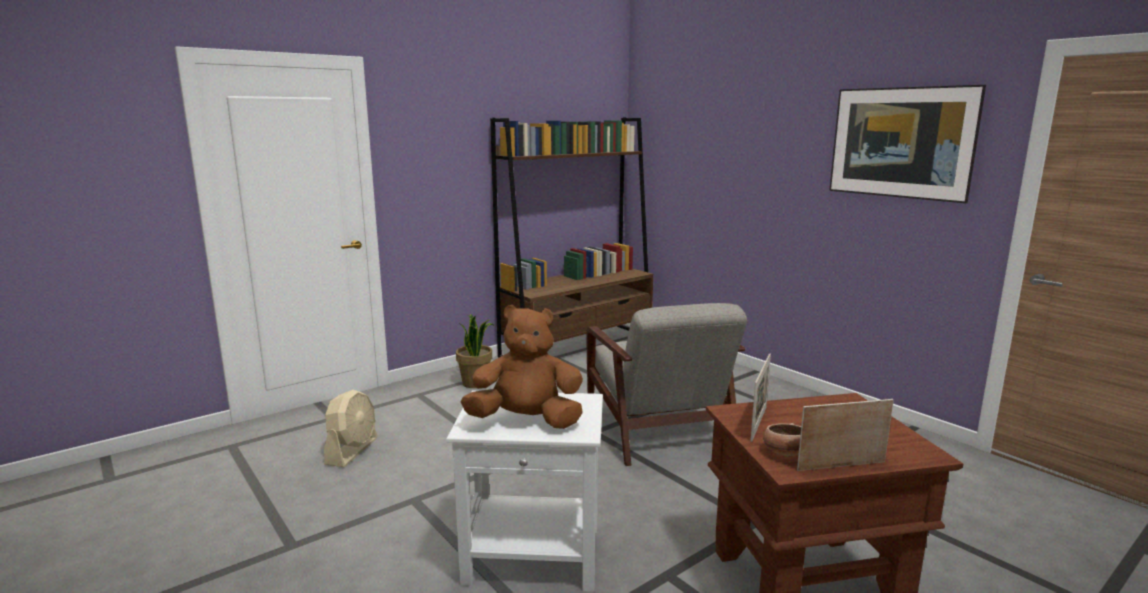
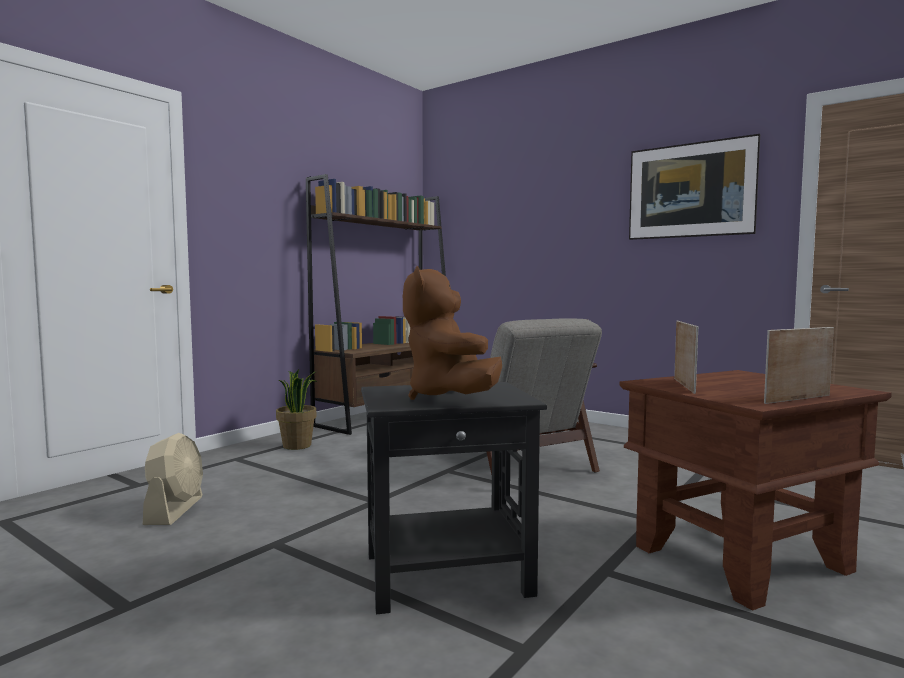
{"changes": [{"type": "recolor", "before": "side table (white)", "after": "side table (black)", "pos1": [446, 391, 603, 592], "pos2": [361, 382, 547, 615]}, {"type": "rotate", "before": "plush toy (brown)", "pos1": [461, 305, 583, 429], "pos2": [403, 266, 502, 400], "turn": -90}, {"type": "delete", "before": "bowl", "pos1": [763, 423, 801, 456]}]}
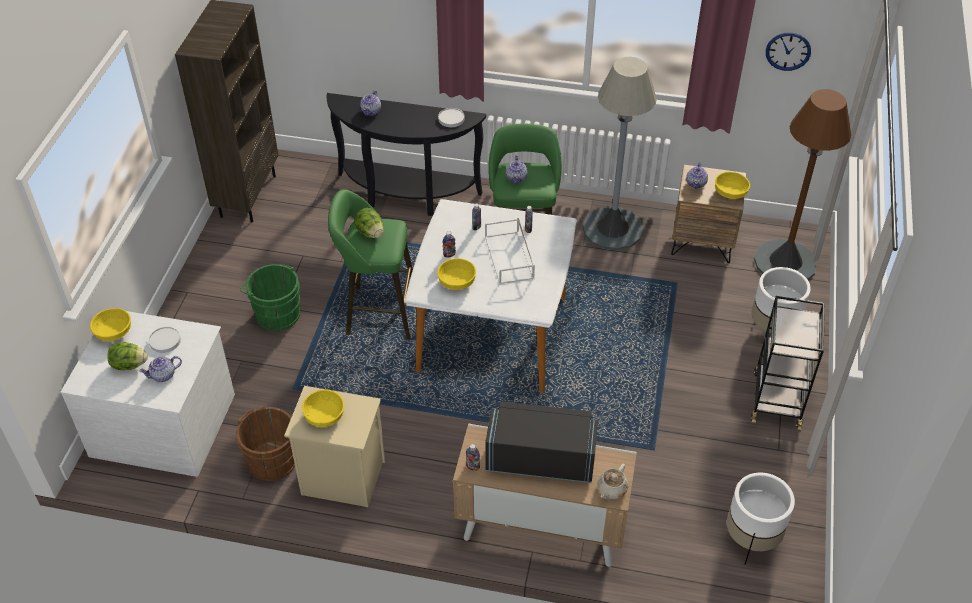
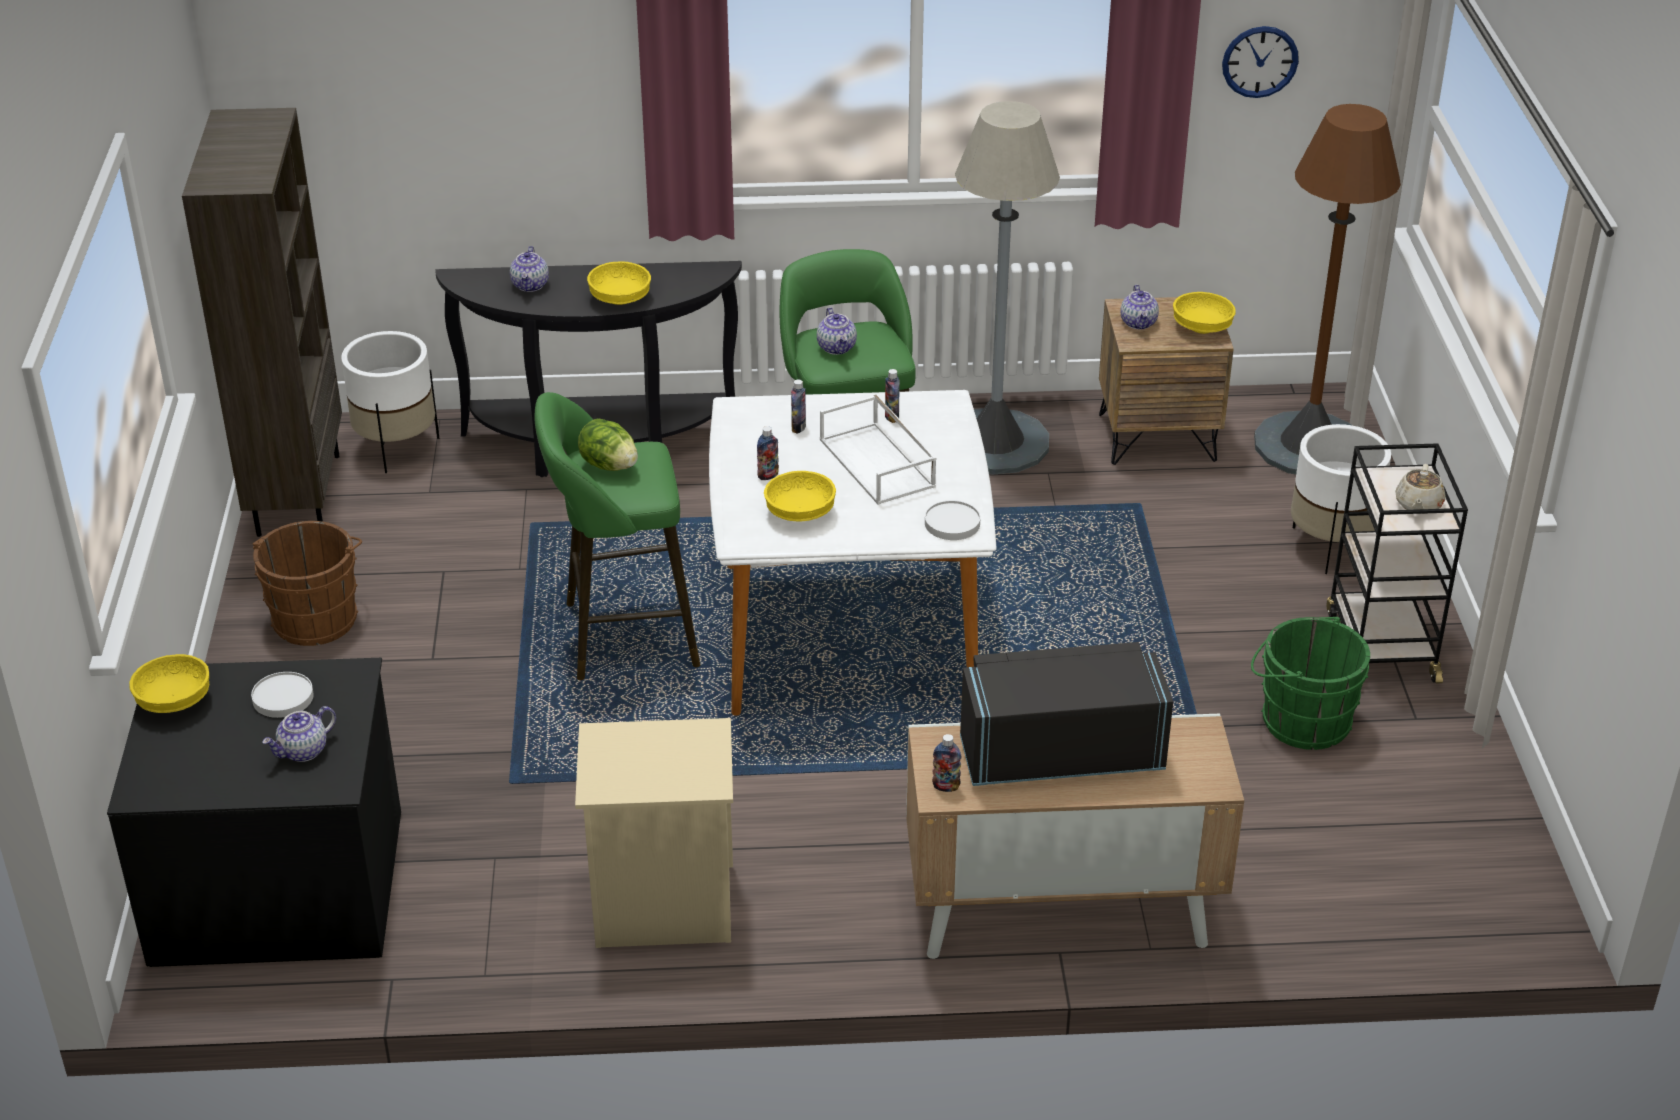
{"changes": [{"type": "recolor", "before": "dresser (white)", "after": "dresser (black)", "pos1": [61, 308, 235, 477], "pos2": [107, 658, 401, 967]}, {"type": "move", "before": "bucket (brown)", "pos1": [236, 407, 295, 481], "pos2": [252, 521, 362, 646]}, {"type": "move", "before": "planter (white)", "pos1": [727, 473, 795, 565], "pos2": [341, 331, 439, 473]}, {"type": "move", "before": "bowl (yellow)", "pos1": [302, 389, 344, 427], "pos2": [587, 261, 651, 305]}, {"type": "move", "before": "plate (white)", "pos1": [438, 108, 464, 127], "pos2": [925, 500, 980, 540]}, {"type": "move", "before": "bucket (green)", "pos1": [240, 264, 300, 331], "pos2": [1251, 617, 1370, 750]}, {"type": "move", "before": "teapot (beige)", "pos1": [597, 464, 629, 499], "pos2": [1395, 464, 1446, 514]}, {"type": "delete", "before": "lettuce", "pos1": [107, 342, 148, 370]}]}
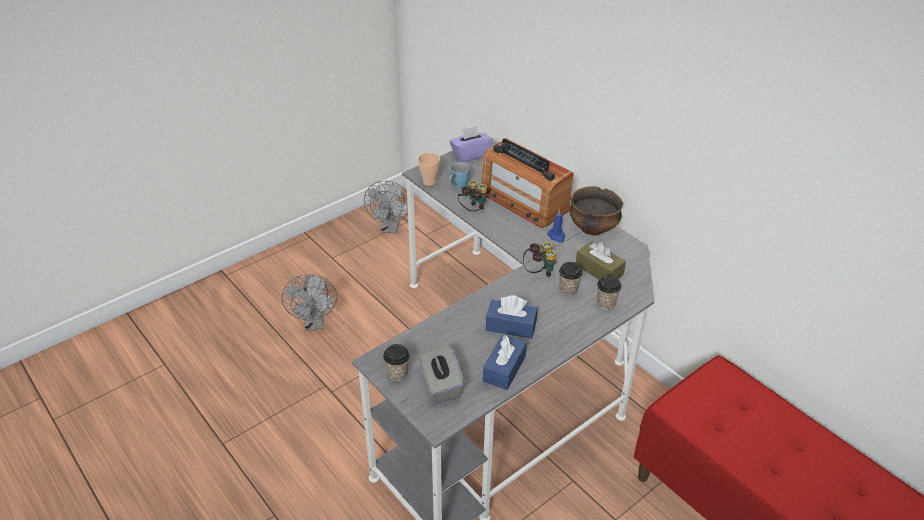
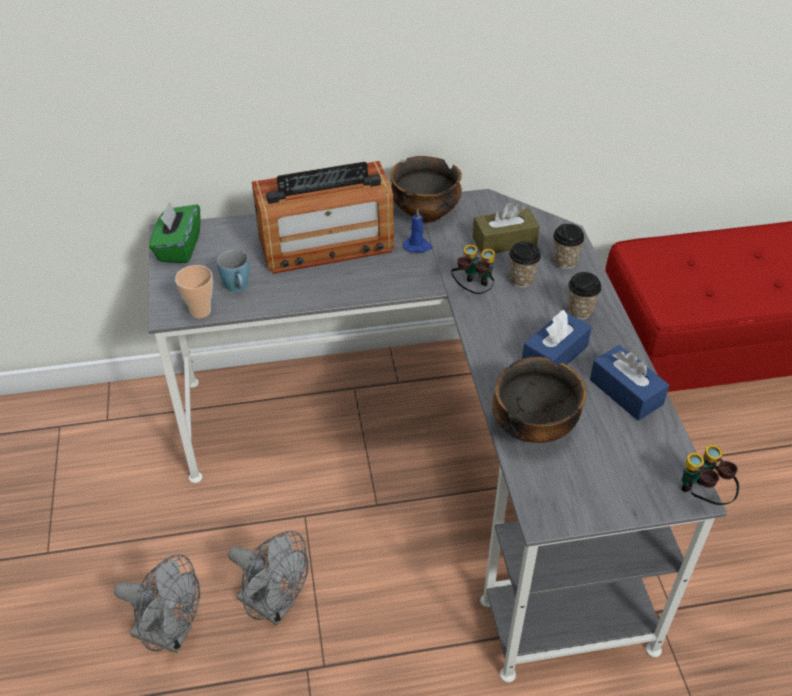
{"changes": [{"type": "recolor", "before": "tissue box (purple)", "after": "tissue box (green)", "pos1": [449, 126, 493, 162], "pos2": [149, 201, 201, 263]}, {"type": "move", "before": "fan (grey)", "pos1": [364, 181, 408, 233], "pos2": [228, 531, 309, 625]}, {"type": "insert", "after": "bowl", "pos2": [492, 357, 586, 443]}, {"type": "move", "before": "cup", "pos1": [383, 344, 410, 382], "pos2": [568, 272, 602, 320]}, {"type": "move", "before": "binoculars", "pos1": [458, 180, 487, 212], "pos2": [681, 445, 739, 505]}, {"type": "delete", "before": "tissue box (grey)", "pos1": [420, 345, 464, 403]}]}
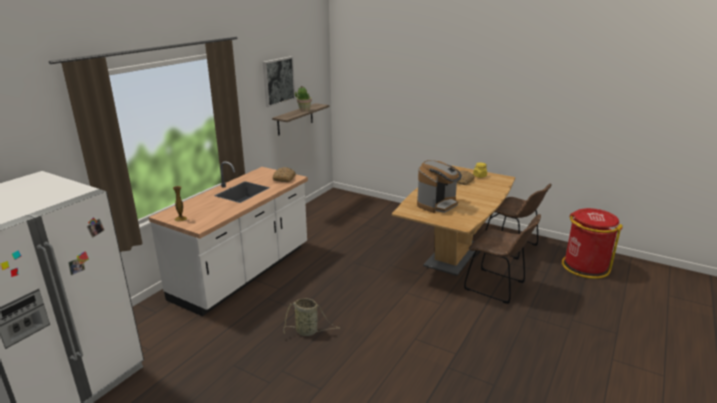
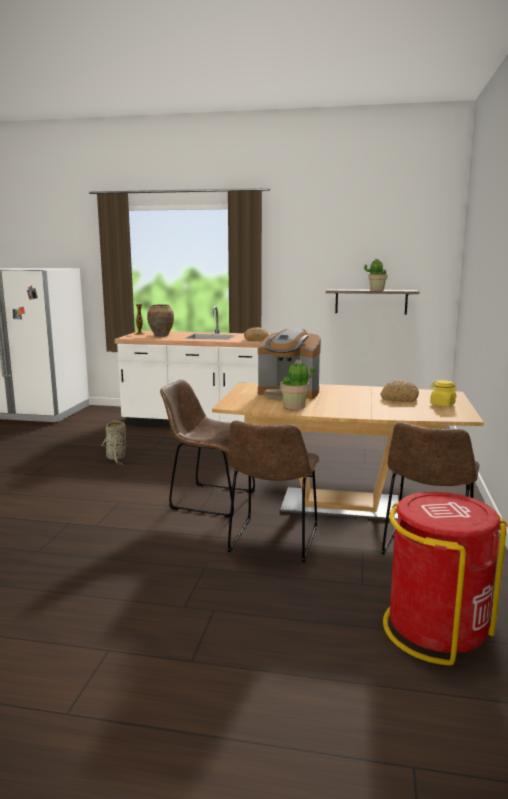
{"changes": [{"type": "insert", "after": "vase (brown)", "pos2": [147, 304, 174, 336]}, {"type": "insert", "after": "chair (brown)", "pos2": [160, 379, 255, 517]}, {"type": "insert", "after": "potted plant", "pos2": [280, 359, 315, 409]}, {"type": "delete", "before": "picture", "pos1": [263, 56, 295, 107]}]}
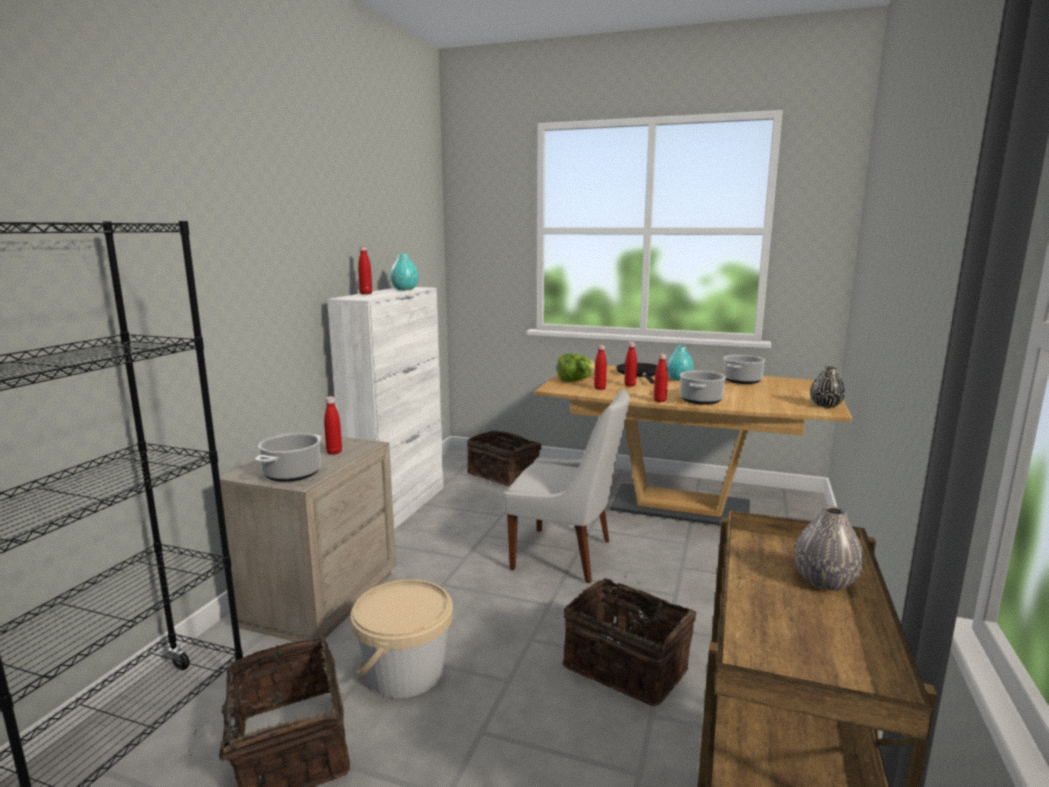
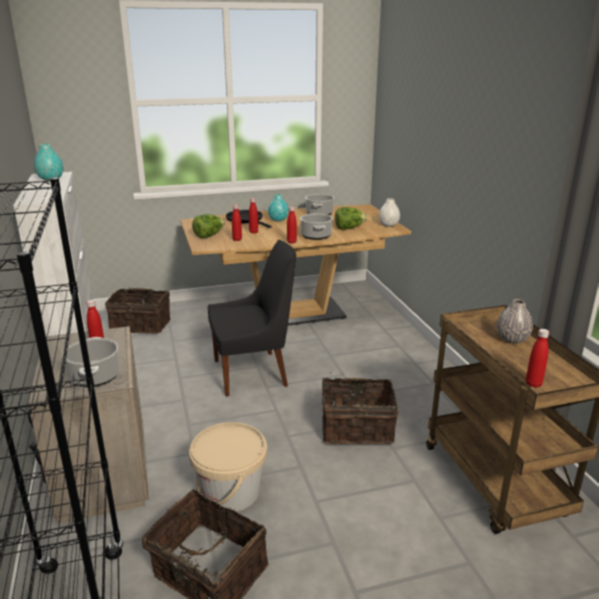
{"changes": [{"type": "recolor", "before": "chair (white)", "after": "chair (black)", "pos1": [504, 389, 630, 584], "pos2": [208, 240, 296, 396]}, {"type": "insert", "after": "lettuce", "pos2": [335, 207, 367, 230]}, {"type": "recolor", "before": "vase (black)", "after": "vase (white)", "pos1": [810, 366, 845, 408], "pos2": [379, 198, 400, 227]}, {"type": "move", "before": "bottle (red)", "pos1": [358, 246, 372, 294], "pos2": [526, 329, 549, 388]}]}
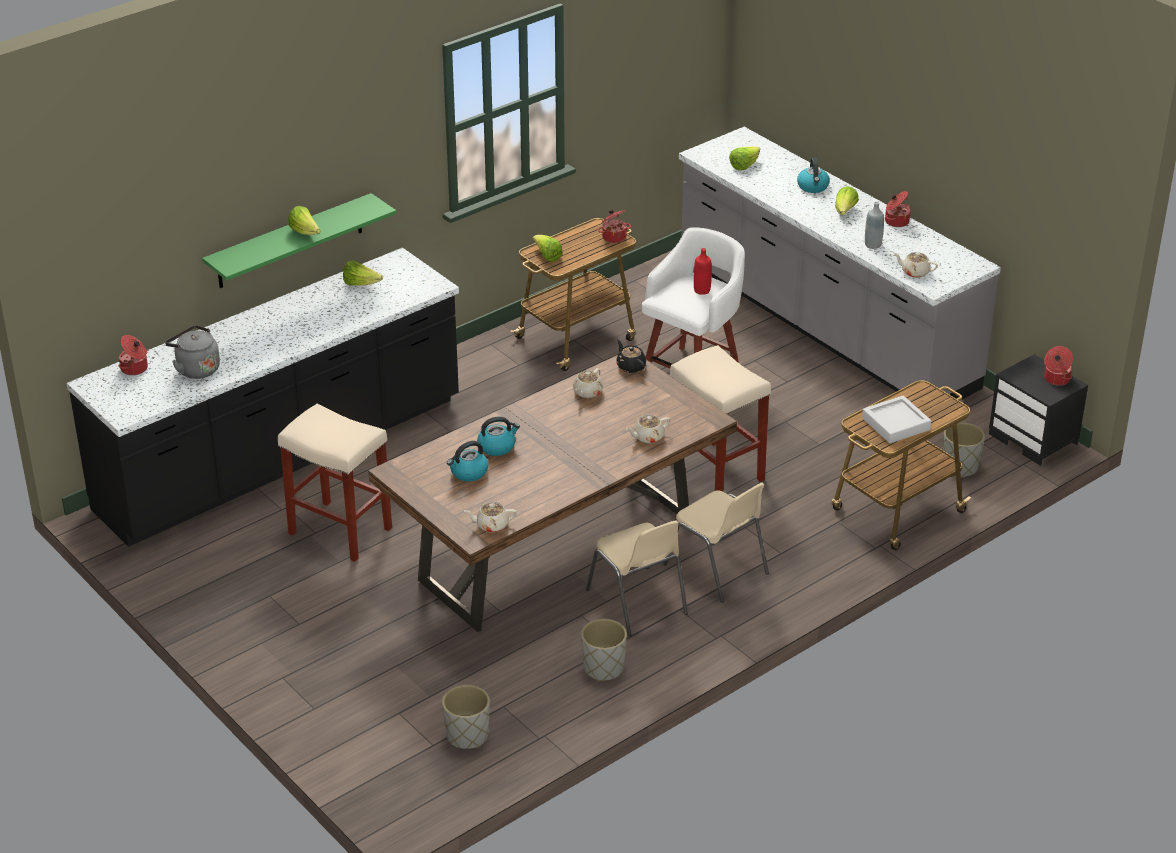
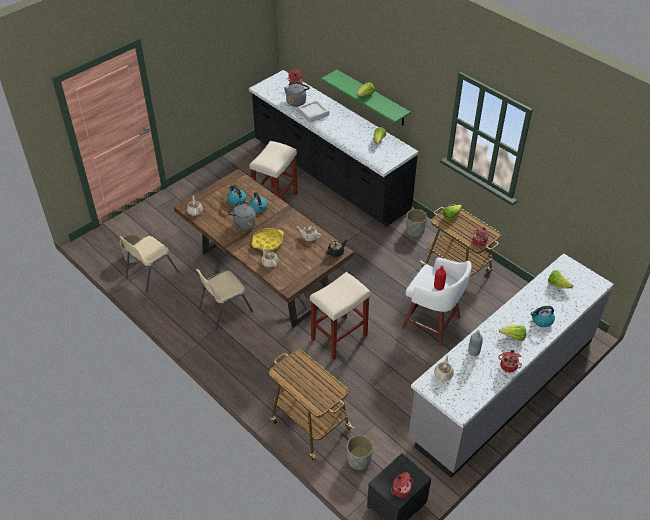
{"changes": [{"type": "move", "before": "chair (beige)", "pos1": [663, 482, 769, 603], "pos2": [120, 236, 179, 293]}, {"type": "insert", "after": "kettle (grey)", "pos2": [228, 201, 256, 230]}, {"type": "insert", "after": "tray (yellow)", "pos2": [251, 228, 284, 251]}, {"type": "move", "before": "tray (grey)", "pos1": [862, 396, 931, 444], "pos2": [298, 100, 329, 123]}, {"type": "move", "before": "planter (grey)", "pos1": [581, 619, 627, 681], "pos2": [406, 209, 427, 237]}]}
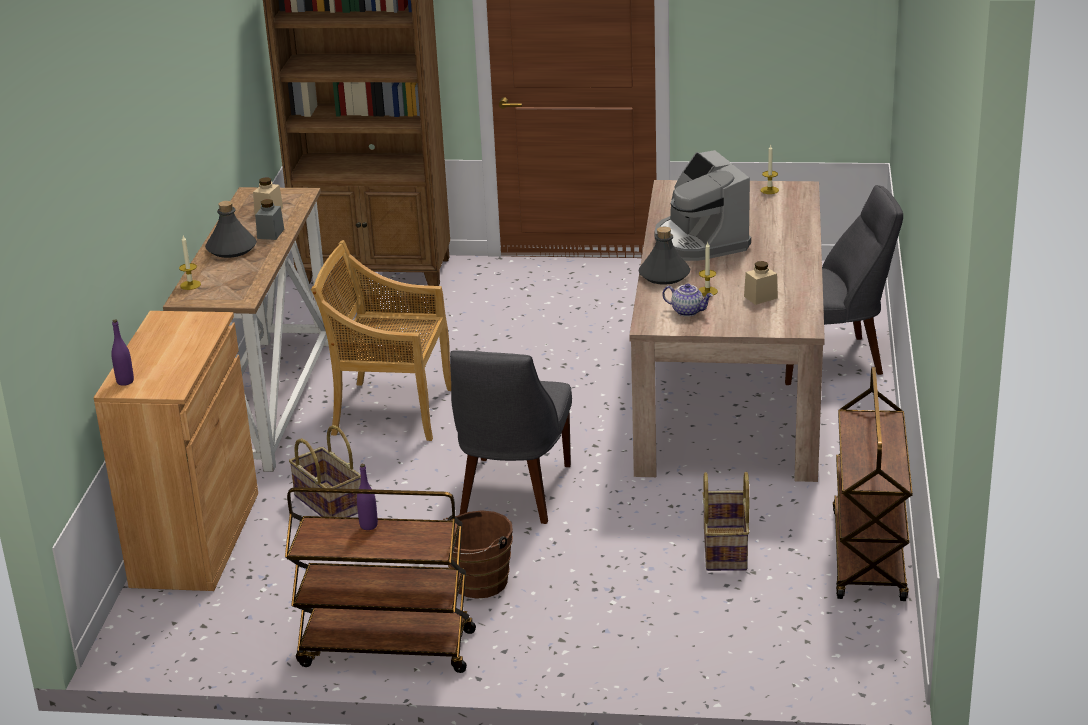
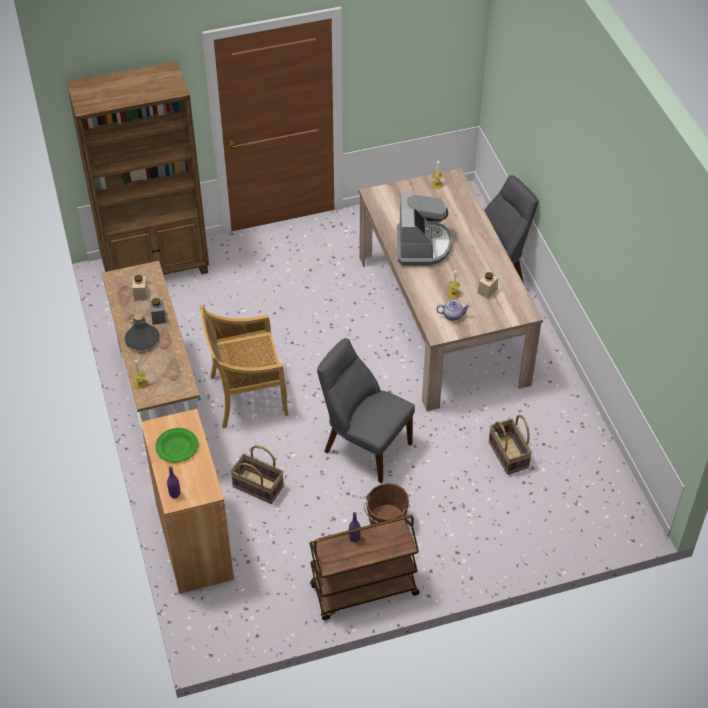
{"changes": [{"type": "insert", "after": "plate (green)", "pos2": [155, 428, 198, 462]}, {"type": "rotate", "before": "chair (grey)", "pos1": [450, 350, 572, 524], "pos2": [317, 338, 415, 484], "turn": 135}, {"type": "rotate", "before": "coffee machine", "pos1": [655, 150, 751, 261], "pos2": [397, 192, 452, 266], "turn": -135}, {"type": "delete", "before": "bottle (grey)", "pos1": [638, 227, 690, 285]}, {"type": "delete", "before": "cart (brown)", "pos1": [833, 367, 913, 601]}]}
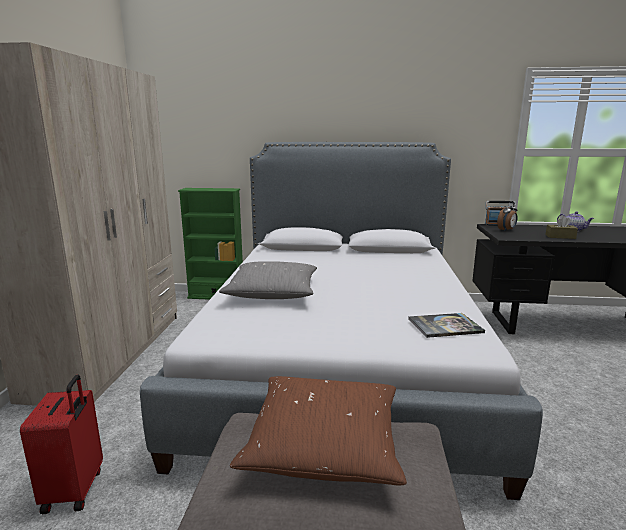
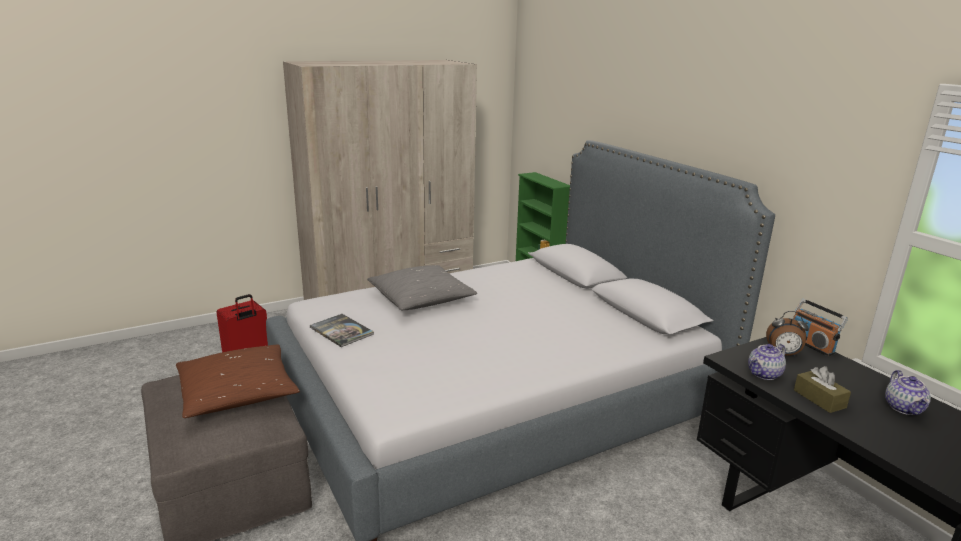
{"changes": [{"type": "move", "before": "book", "pos1": [408, 313, 485, 338], "pos2": [310, 314, 374, 347]}, {"type": "insert", "after": "teapot", "pos2": [748, 344, 786, 380]}]}
